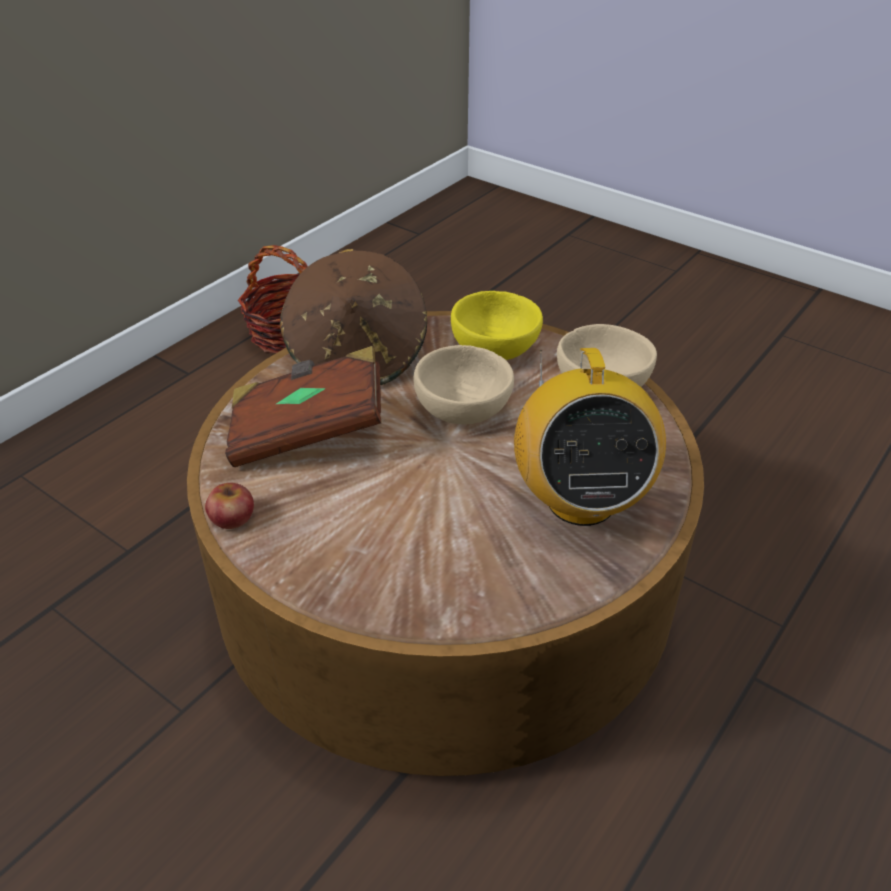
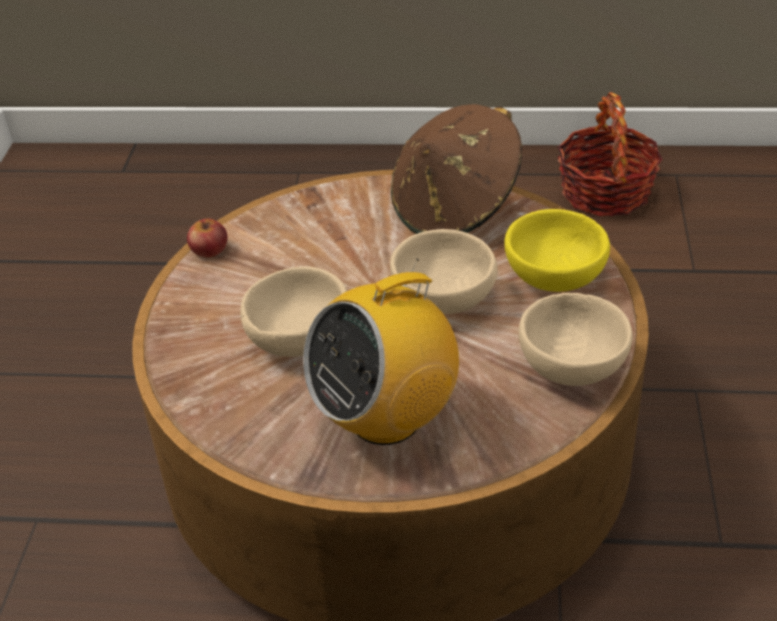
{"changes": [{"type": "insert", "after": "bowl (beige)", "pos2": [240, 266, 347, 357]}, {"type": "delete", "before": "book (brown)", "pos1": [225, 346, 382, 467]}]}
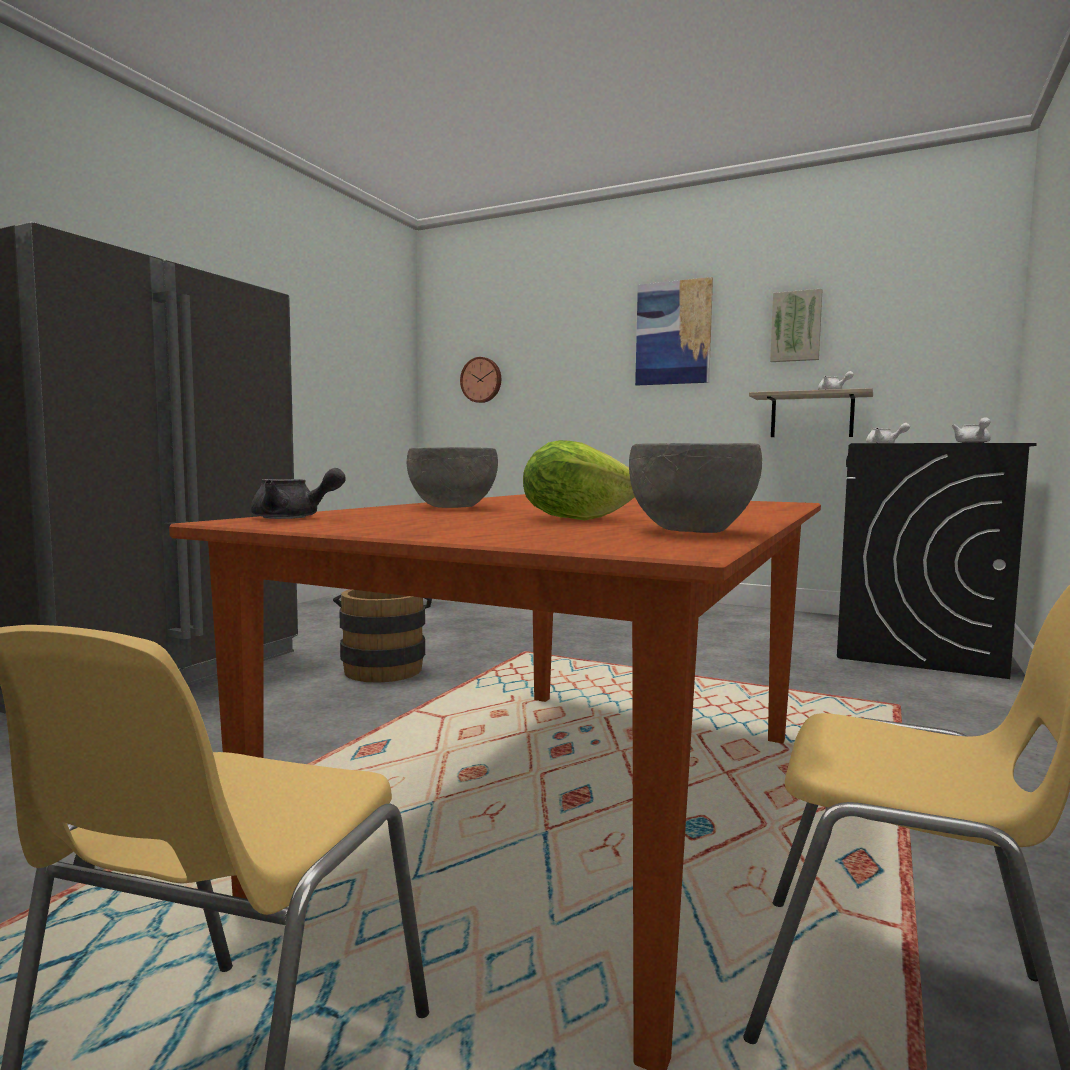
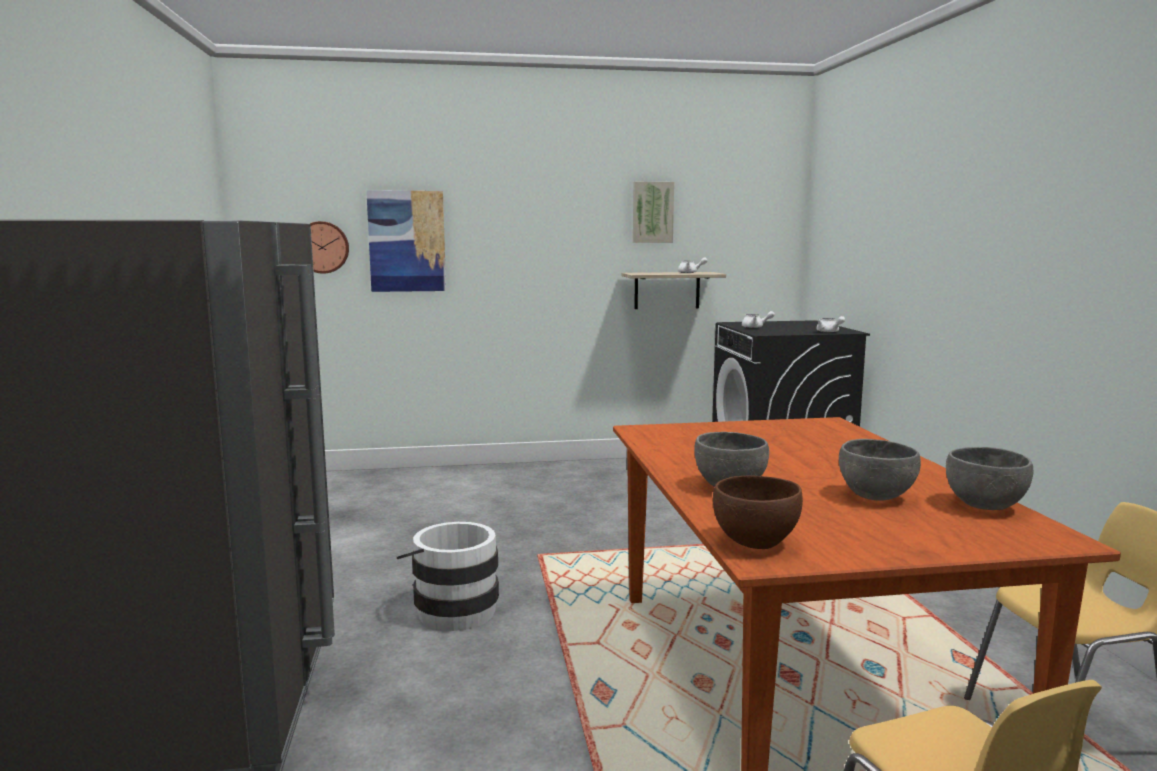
{"changes": [{"type": "move", "before": "picture", "pos1": [635, 277, 713, 386], "pos2": [366, 190, 446, 292]}, {"type": "recolor", "before": "bucket (brown)", "after": "bucket (white)", "pos1": [333, 589, 432, 683], "pos2": [397, 522, 499, 631]}, {"type": "replace", "before": "teapot (grey)", "after": "bowl (brown)", "pos1": [251, 468, 346, 519], "pos2": [713, 475, 803, 549]}, {"type": "replace", "before": "lettuce", "after": "bowl (grey)", "pos1": [523, 440, 635, 521], "pos2": [839, 439, 921, 500]}]}
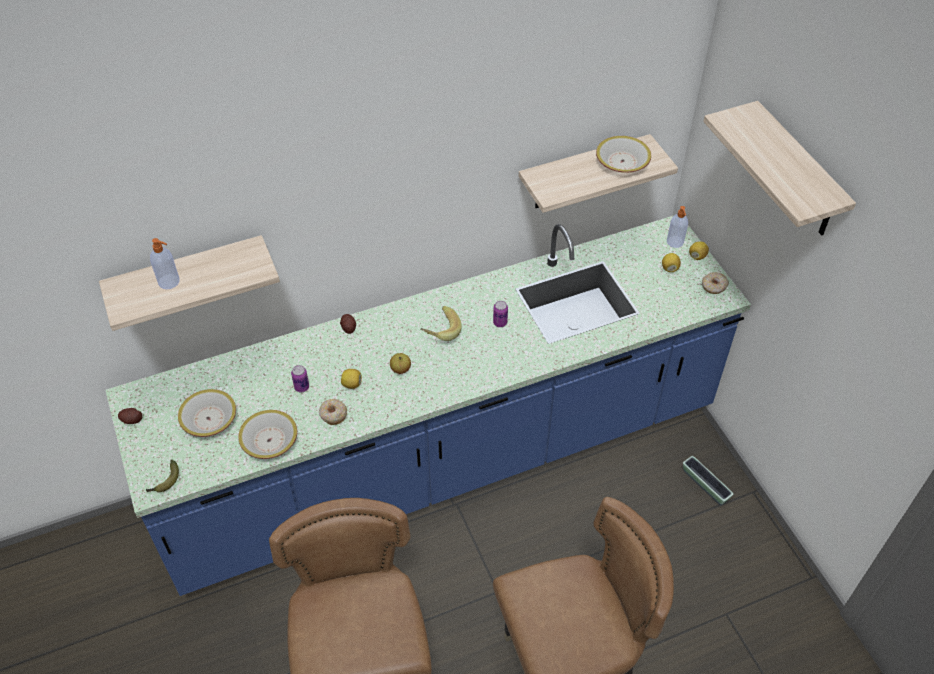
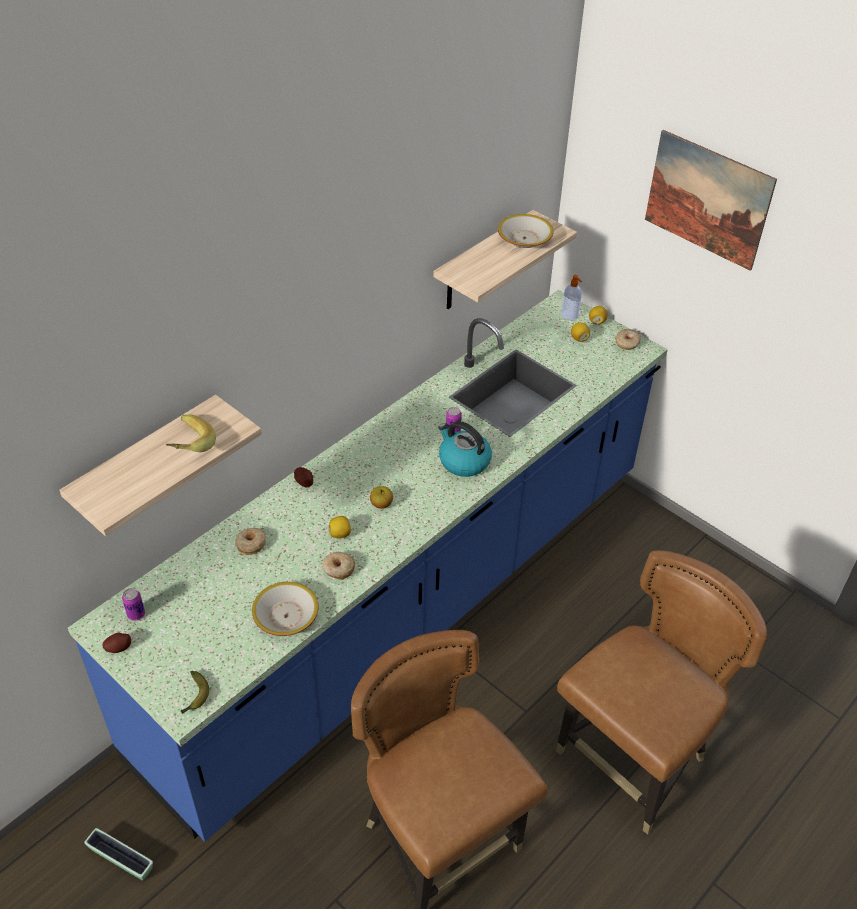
{"changes": [{"type": "move", "before": "planter", "pos1": [683, 456, 733, 506], "pos2": [84, 828, 153, 881]}, {"type": "move", "before": "can", "pos1": [291, 365, 309, 393], "pos2": [122, 588, 145, 621]}, {"type": "move", "before": "banana", "pos1": [420, 306, 462, 341], "pos2": [165, 415, 216, 452]}, {"type": "insert", "after": "donut", "pos2": [235, 528, 266, 555]}, {"type": "insert", "after": "kettle", "pos2": [438, 421, 492, 477]}, {"type": "replace", "before": "shelf", "after": "picture", "pos1": [703, 101, 856, 235], "pos2": [645, 130, 777, 271]}, {"type": "delete", "before": "soap dispenser", "pos1": [150, 238, 180, 289]}, {"type": "delete", "before": "bowl", "pos1": [178, 389, 236, 437]}]}
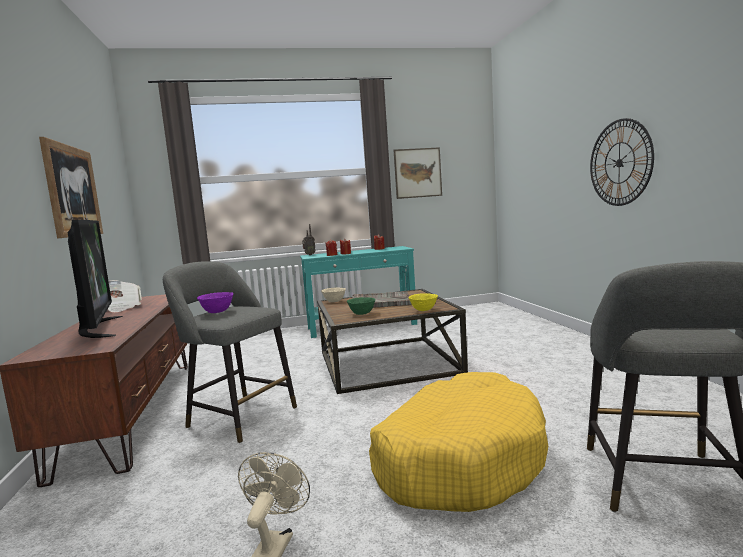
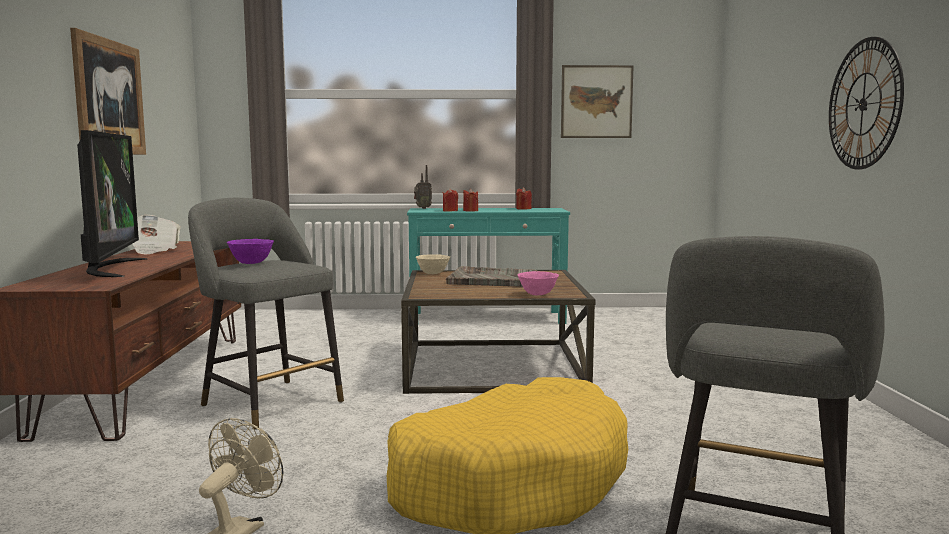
{"changes": [{"type": "recolor", "before": "bowl (yellow)", "after": "bowl (pink)", "pos1": [409, 293, 438, 311], "pos2": [518, 271, 559, 296]}, {"type": "delete", "before": "bowl (green)", "pos1": [347, 297, 375, 315]}]}
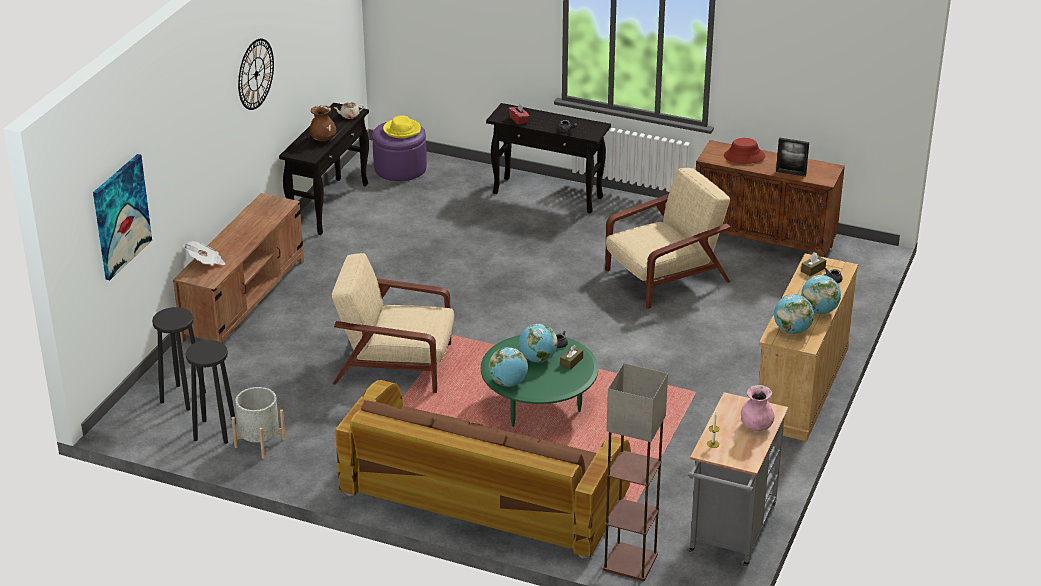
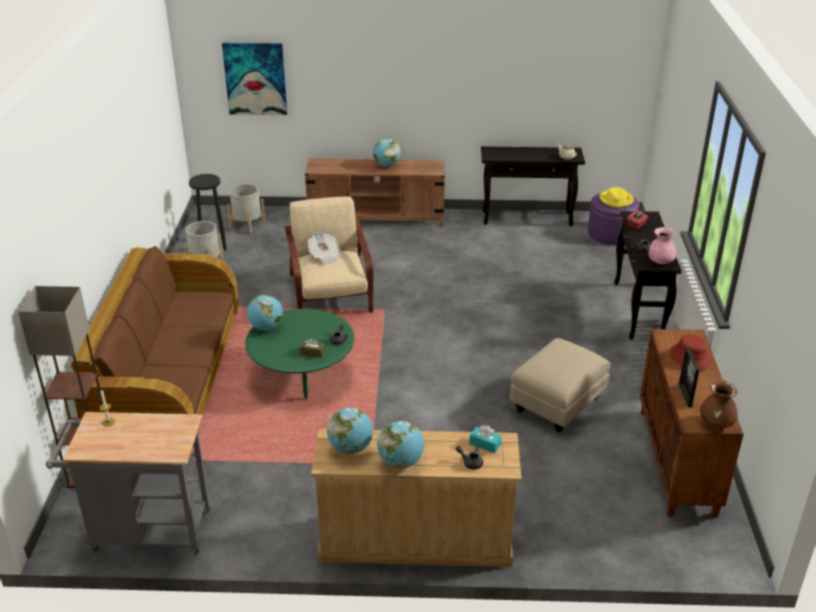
{"changes": [{"type": "replace", "before": "stool (black)", "after": "planter (grey)", "pos1": [152, 307, 206, 411], "pos2": [227, 184, 265, 233]}, {"type": "move", "before": "newspaper", "pos1": [183, 241, 225, 265], "pos2": [308, 232, 341, 265]}, {"type": "move", "before": "globe", "pos1": [519, 323, 558, 363], "pos2": [373, 138, 401, 167]}, {"type": "recolor", "before": "tissue box (brown)", "after": "tissue box (turquoise)", "pos1": [801, 252, 826, 276], "pos2": [469, 425, 501, 453]}, {"type": "replace", "before": "armchair (beige)", "after": "ottoman (beige)", "pos1": [605, 168, 731, 309], "pos2": [509, 338, 611, 432]}, {"type": "move", "before": "vase (pink)", "pos1": [741, 385, 775, 431], "pos2": [649, 227, 676, 264]}, {"type": "move", "before": "vase (brown)", "pos1": [310, 105, 336, 141], "pos2": [700, 380, 738, 428]}, {"type": "delete", "before": "wall clock", "pos1": [238, 38, 274, 110]}]}
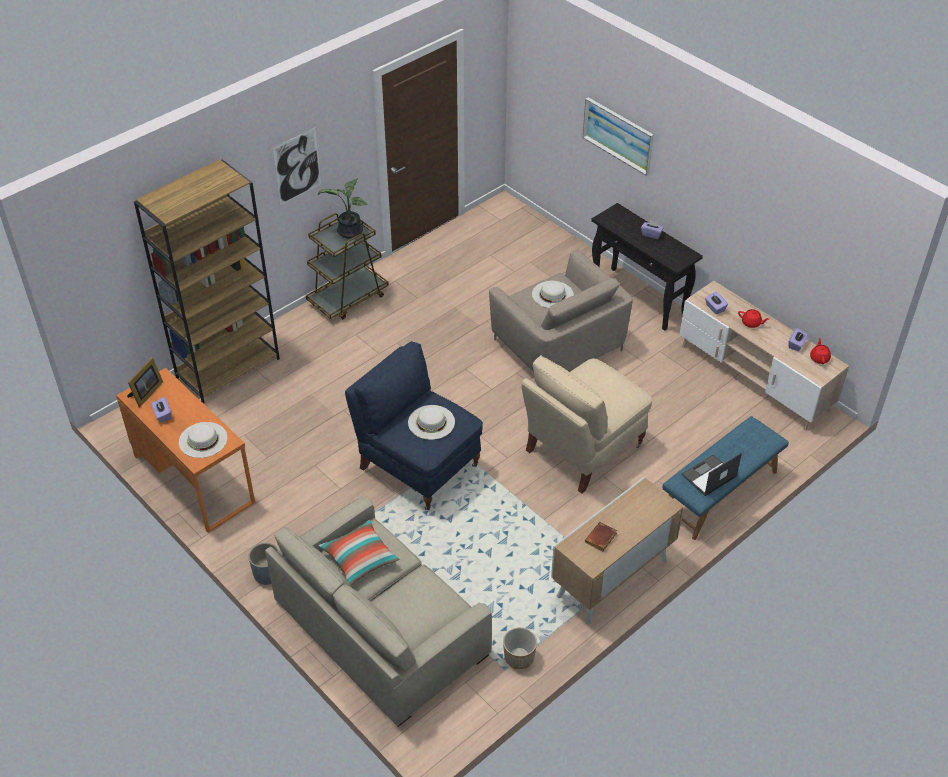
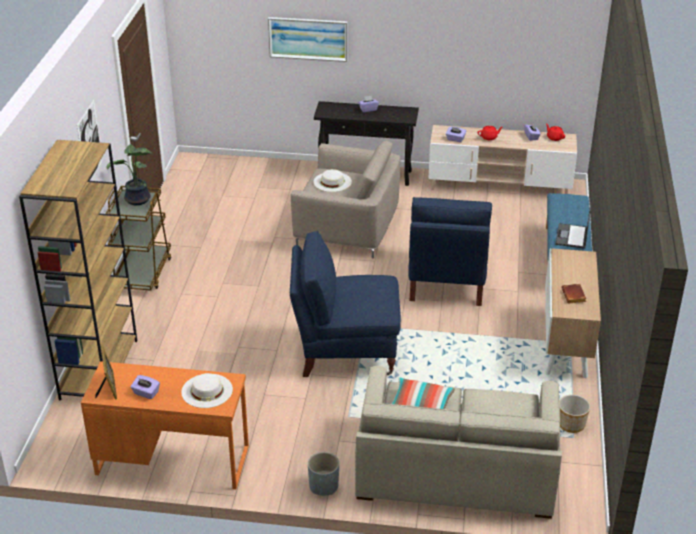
{"changes": [{"type": "recolor", "before": "armchair (beige)", "after": "armchair (blue)", "pos1": [521, 355, 652, 494], "pos2": [408, 197, 492, 306]}, {"type": "delete", "before": "hat (white)", "pos1": [408, 405, 455, 440]}]}
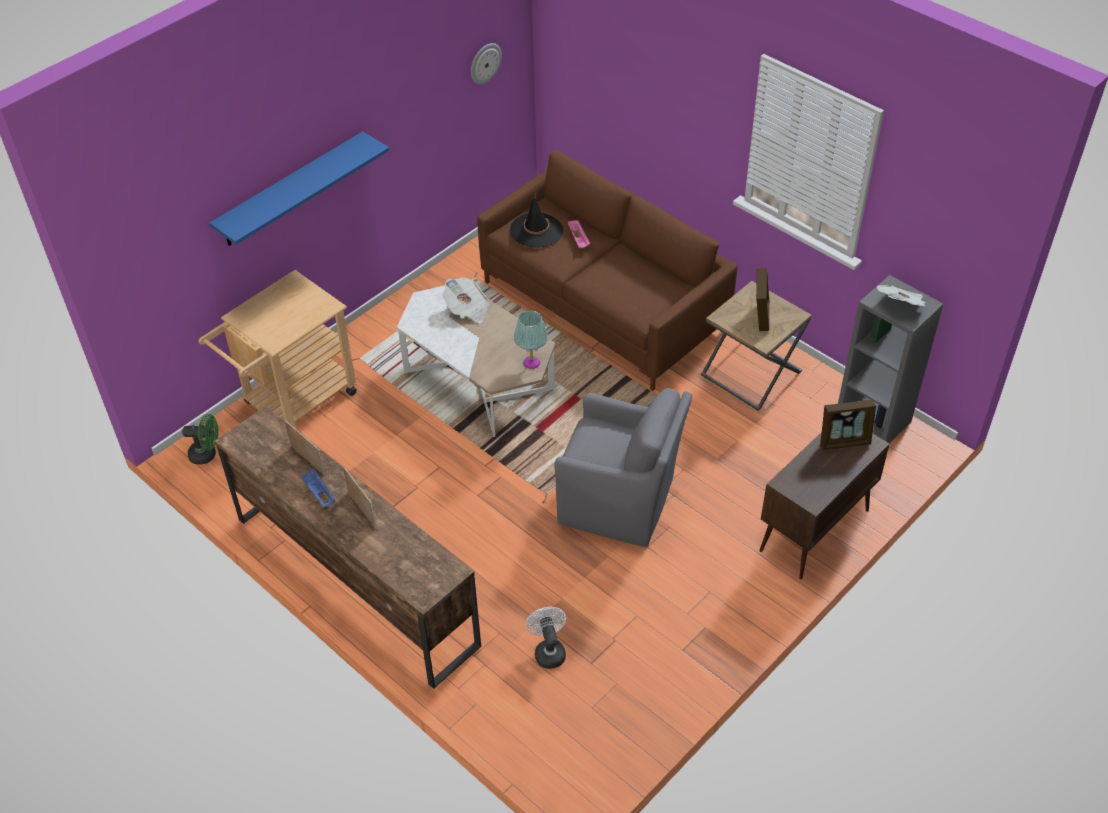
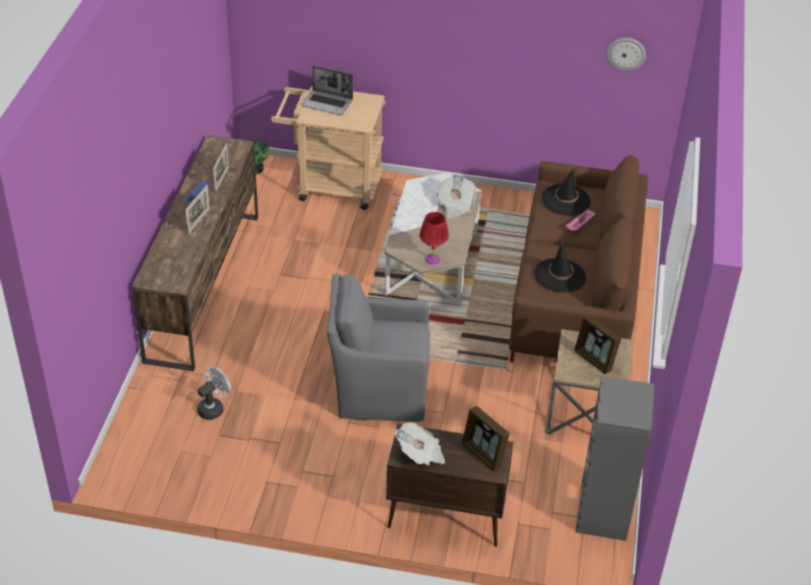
{"changes": [{"type": "insert", "after": "laptop", "pos2": [302, 66, 353, 115]}, {"type": "rotate", "before": "armchair (grey)", "pos1": [555, 388, 692, 547], "pos2": [327, 273, 430, 422], "turn": 105}, {"type": "move", "before": "newspaper", "pos1": [877, 285, 926, 306], "pos2": [395, 422, 445, 466]}, {"type": "recolor", "before": "table lamp (turquoise)", "after": "table lamp (red)", "pos1": [514, 311, 548, 369], "pos2": [419, 212, 449, 265]}, {"type": "insert", "after": "hat (black)", "pos2": [535, 240, 586, 293]}, {"type": "rotate", "before": "picture frame", "pos1": [756, 268, 769, 331], "pos2": [574, 315, 622, 374], "turn": 75}, {"type": "delete", "before": "shelf (blue)", "pos1": [209, 131, 389, 246]}]}
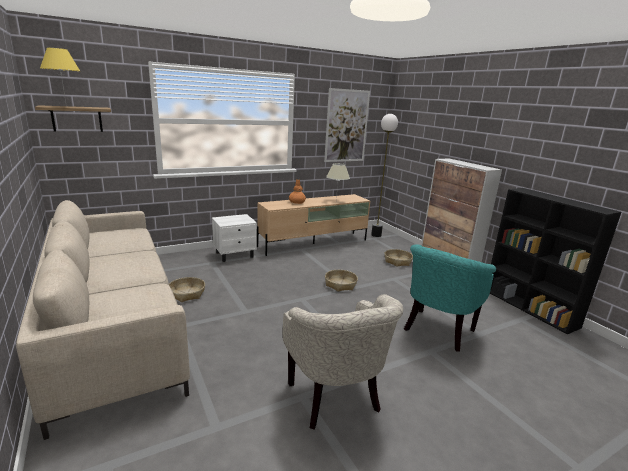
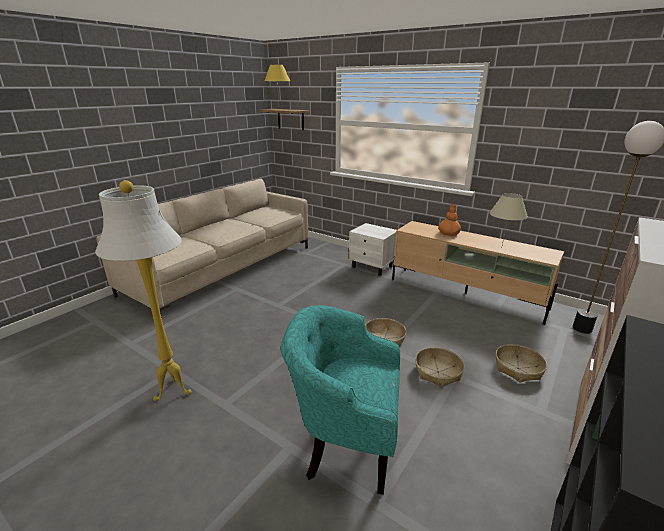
{"changes": [{"type": "replace", "before": "armchair (beige)", "after": "floor lamp (white)", "pos1": [283, 294, 404, 430], "pos2": [95, 180, 192, 401]}, {"type": "move", "before": "basket", "pos1": [169, 277, 205, 302], "pos2": [415, 347, 464, 387]}, {"type": "delete", "before": "picture", "pos1": [324, 88, 370, 162]}]}
